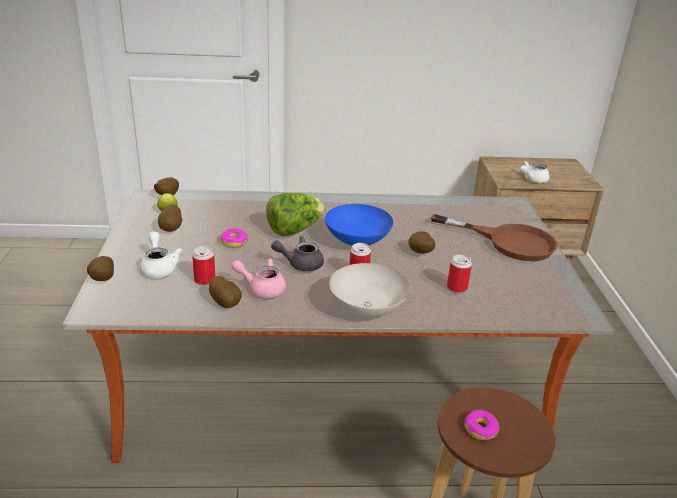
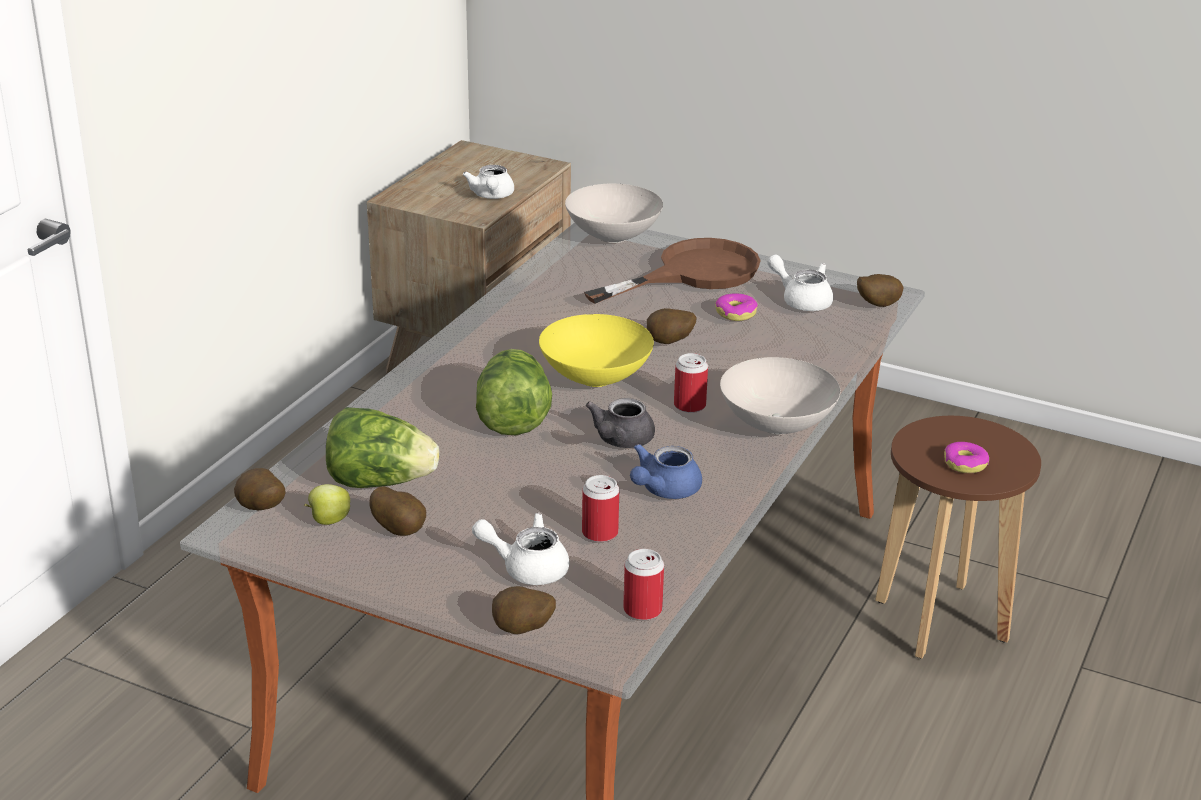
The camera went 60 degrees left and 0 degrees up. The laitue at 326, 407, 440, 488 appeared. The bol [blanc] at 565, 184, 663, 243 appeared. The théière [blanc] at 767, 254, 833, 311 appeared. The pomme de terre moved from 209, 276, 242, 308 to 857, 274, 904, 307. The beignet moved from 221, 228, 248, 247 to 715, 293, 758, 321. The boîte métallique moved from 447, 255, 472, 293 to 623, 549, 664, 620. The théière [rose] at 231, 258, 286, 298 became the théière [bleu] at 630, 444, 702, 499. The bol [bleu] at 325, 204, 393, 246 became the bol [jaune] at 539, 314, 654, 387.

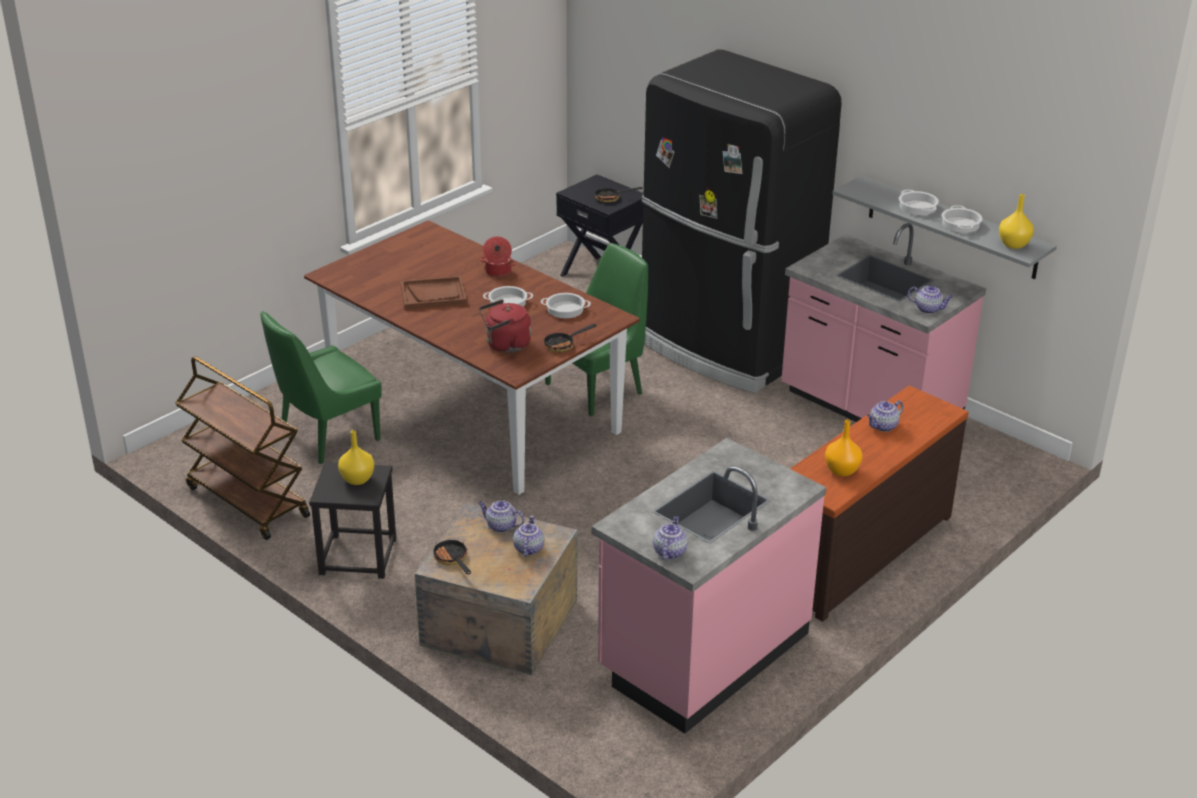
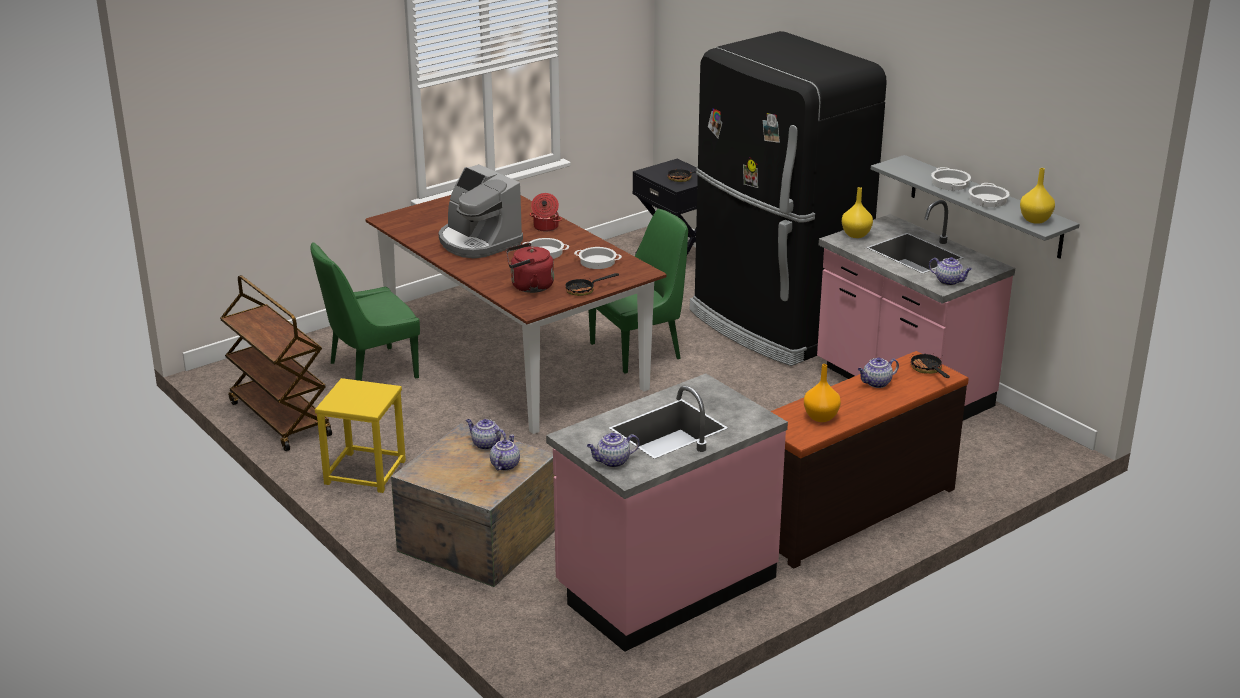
The camera went 10 degrees right and 5 degrees down. The vase [jaune] moved from 338, 430, 374, 485 to 842, 187, 873, 238. The poêle moved from 431, 539, 471, 574 to 909, 354, 950, 378. The plateau [marron] at 400, 276, 467, 310 was replaced by the machine à café at 438, 164, 523, 258. The tabouret [noir] at 309, 462, 396, 579 became the tabouret [jaune] at 315, 378, 406, 493. The théière at 653, 516, 688, 560 turned 135 degrees counterclockwise.

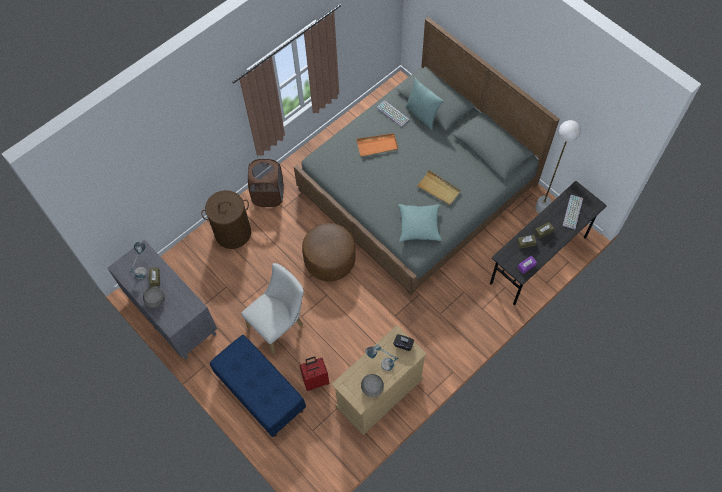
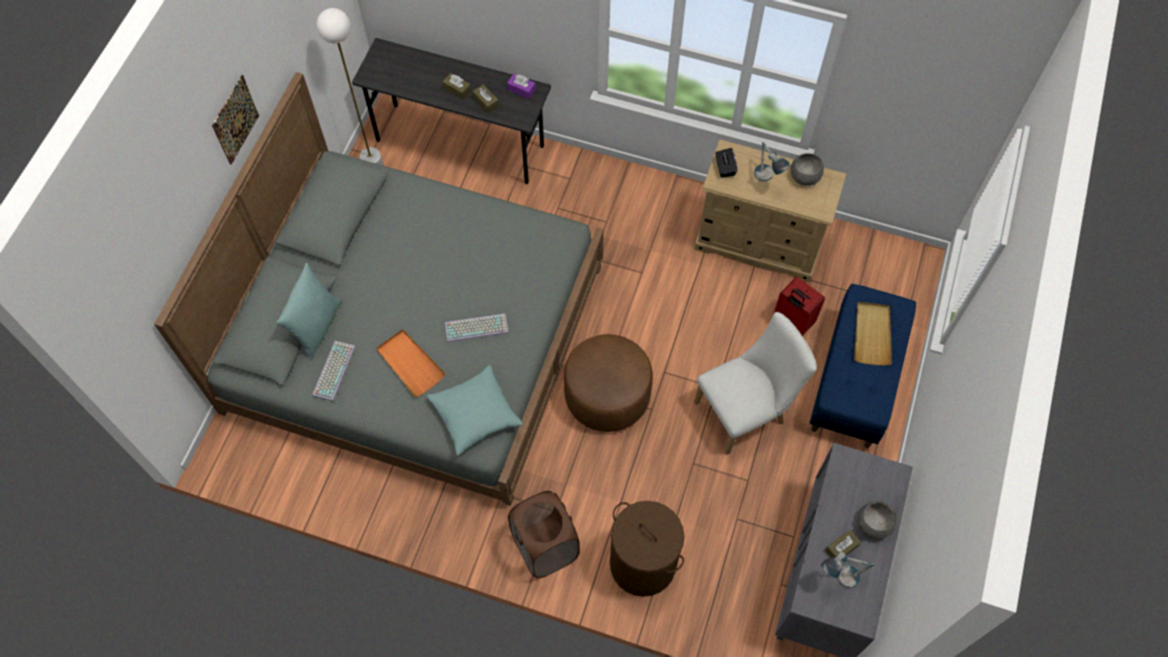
The camera went 120 degrees left and 0 degrees up. The tableau at 212, 75, 259, 165 appeared. The coussin [turquoise] moved from 398, 204, 442, 242 to 427, 365, 523, 455. The plateau [beige] moved from 416, 170, 461, 206 to 854, 302, 892, 366. The clavier moved from 562, 195, 583, 229 to 445, 314, 508, 342. The chaise [blanc] at 241, 263, 304, 354 turned 135 degrees clockwise.

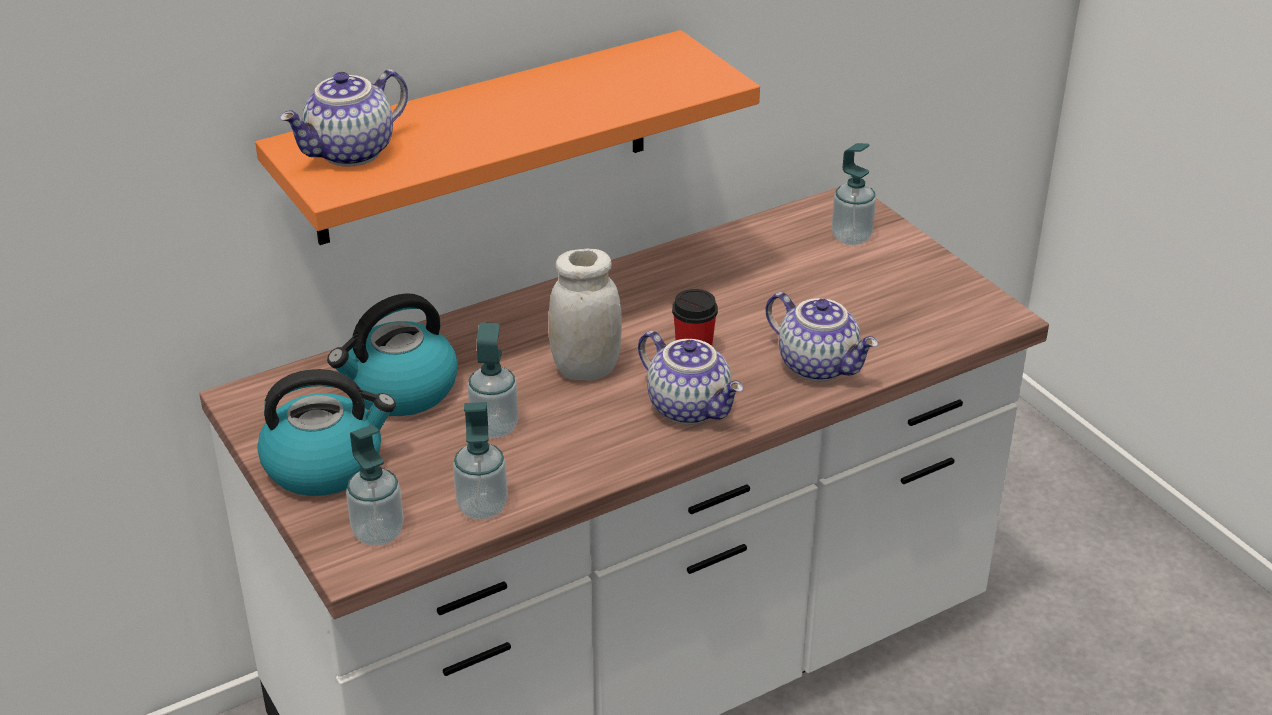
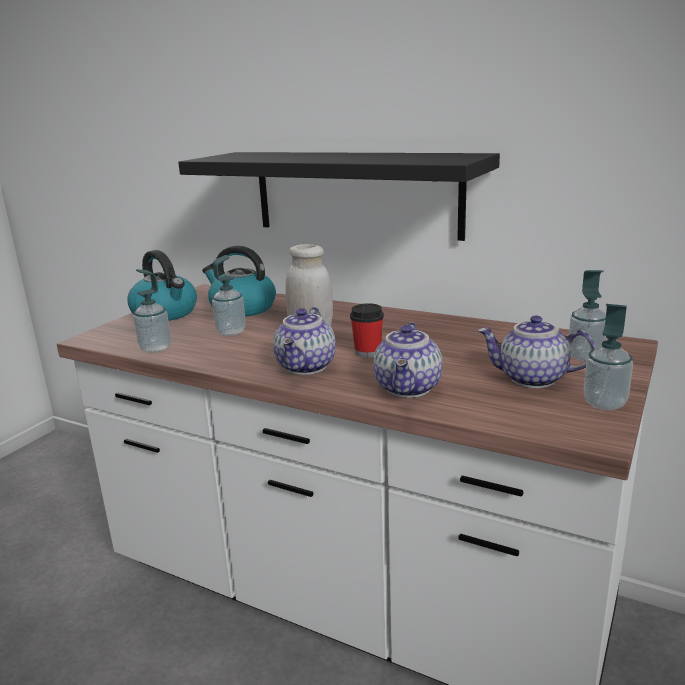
The camera went 60 degrees right and 15 degrees down. The théière moved from 279, 69, 408, 167 to 477, 315, 595, 388. The distributeur de savon moved from 346, 425, 404, 546 to 584, 304, 633, 411. The étagère [orange] at 255, 30, 760, 245 became the étagère [noir] at 178, 152, 500, 241.

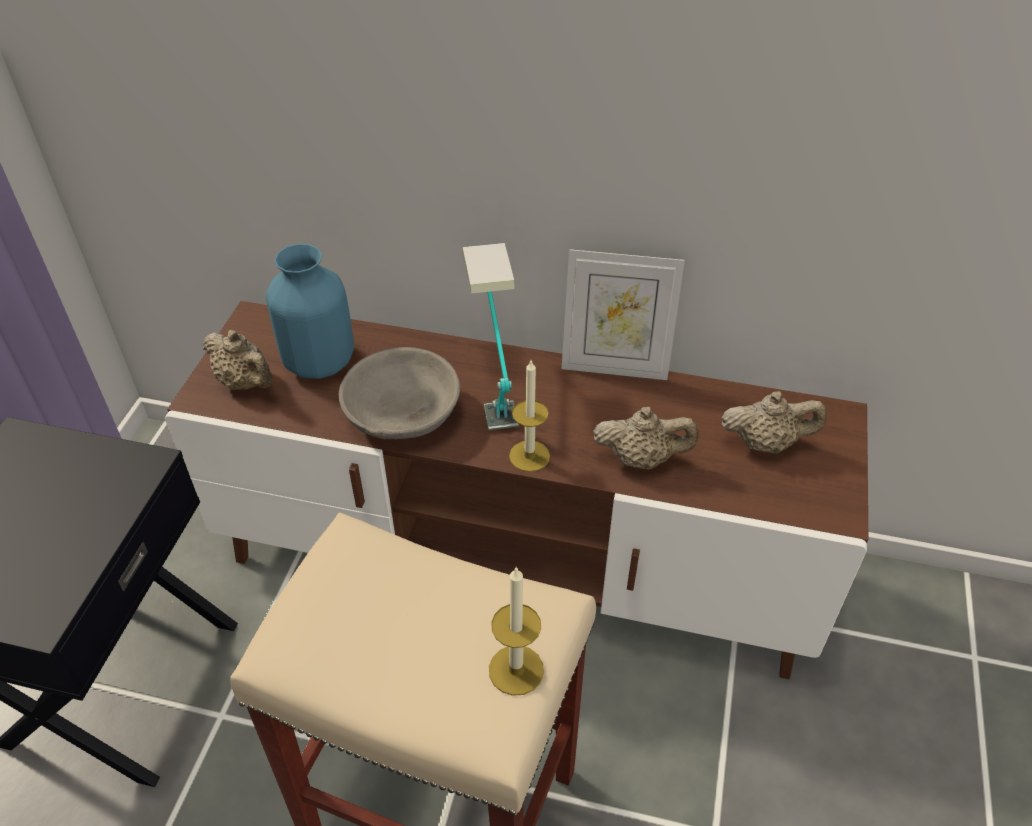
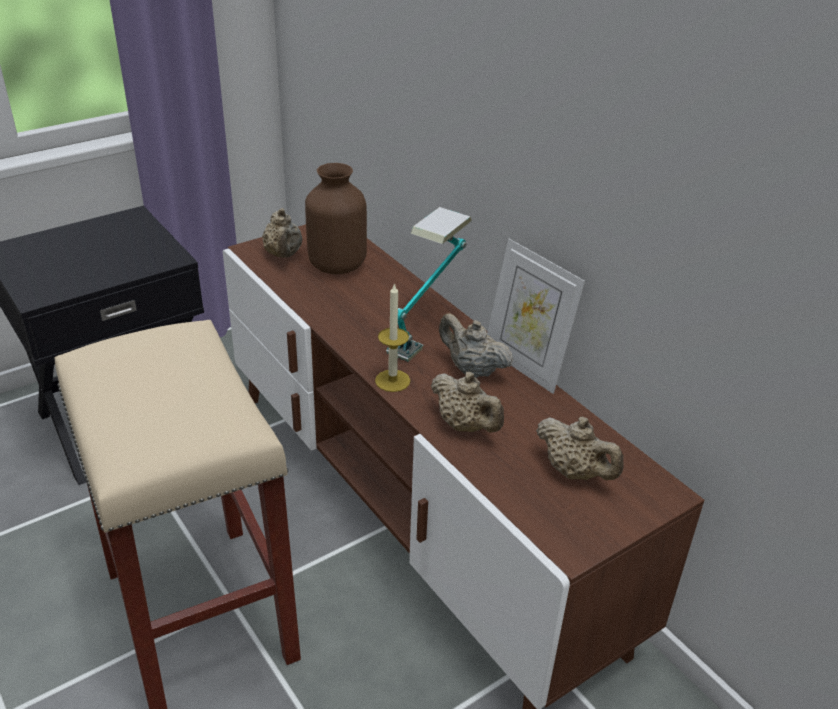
The camera went 40 degrees right and 10 degrees down. The bol [gris] at 339, 347, 460, 440 disappeared. The bougie at 489, 566, 544, 696 disappeared. The théière [beige] at 439, 313, 513, 378 appeared. The vase [bleu] at 266, 244, 354, 379 became the vase [marron] at 305, 163, 367, 275.

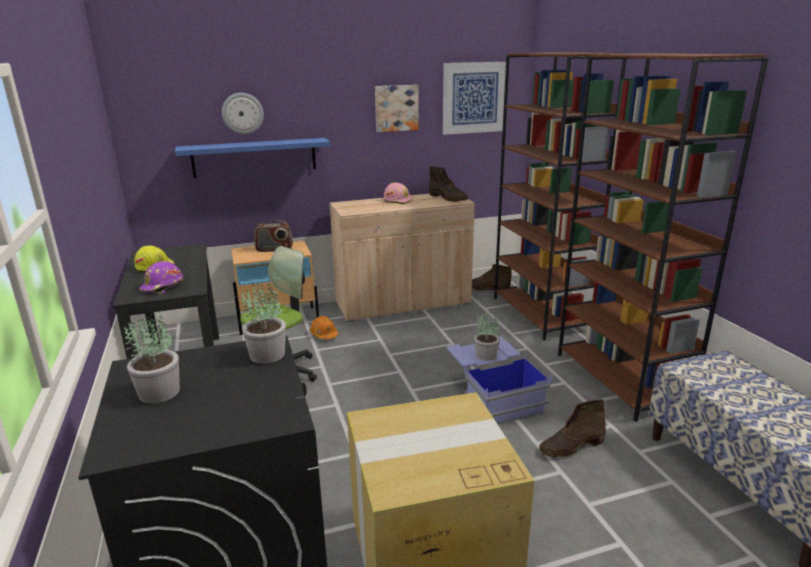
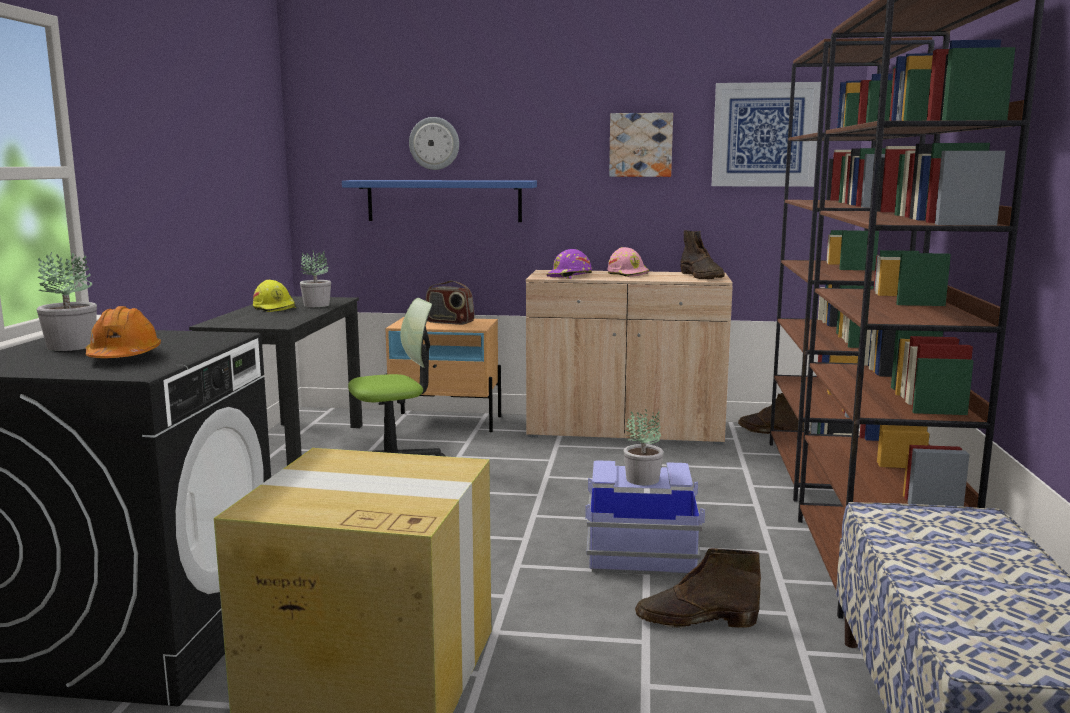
The camera went 25 degrees right and 10 degrees down. The casque de chantier [violet] moved from 139, 261, 184, 294 to 547, 249, 592, 279. The plante en pot moved from 241, 280, 286, 364 to 300, 249, 331, 307. The casque de chantier [orange] moved from 310, 316, 339, 339 to 86, 306, 161, 358.

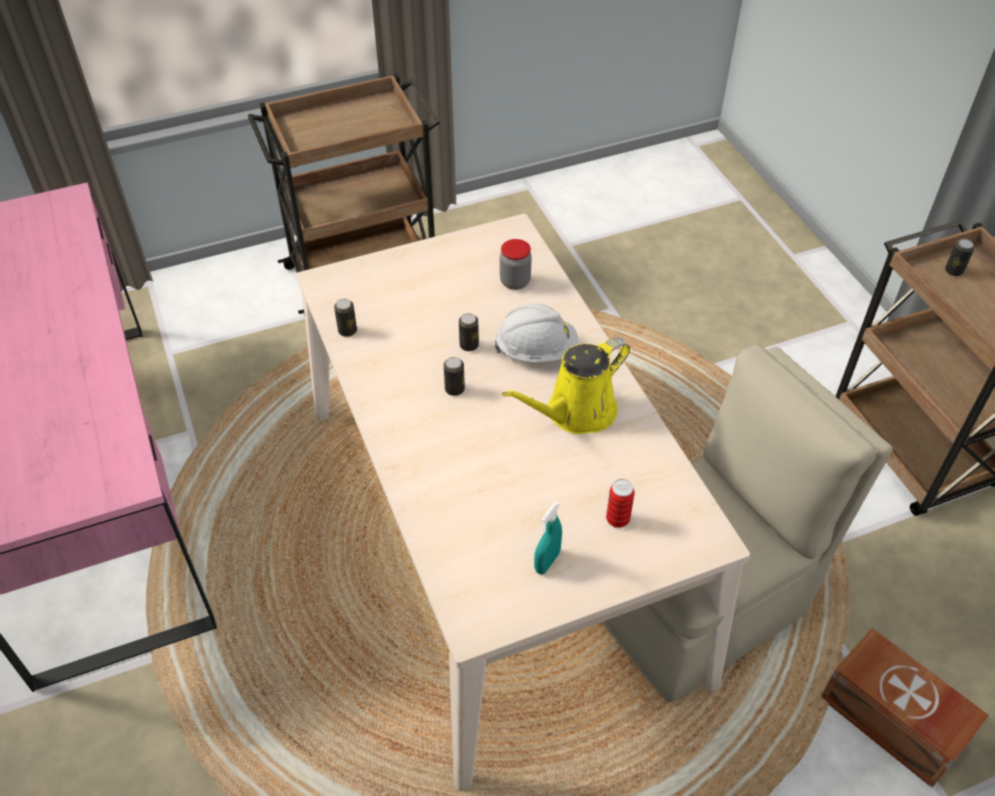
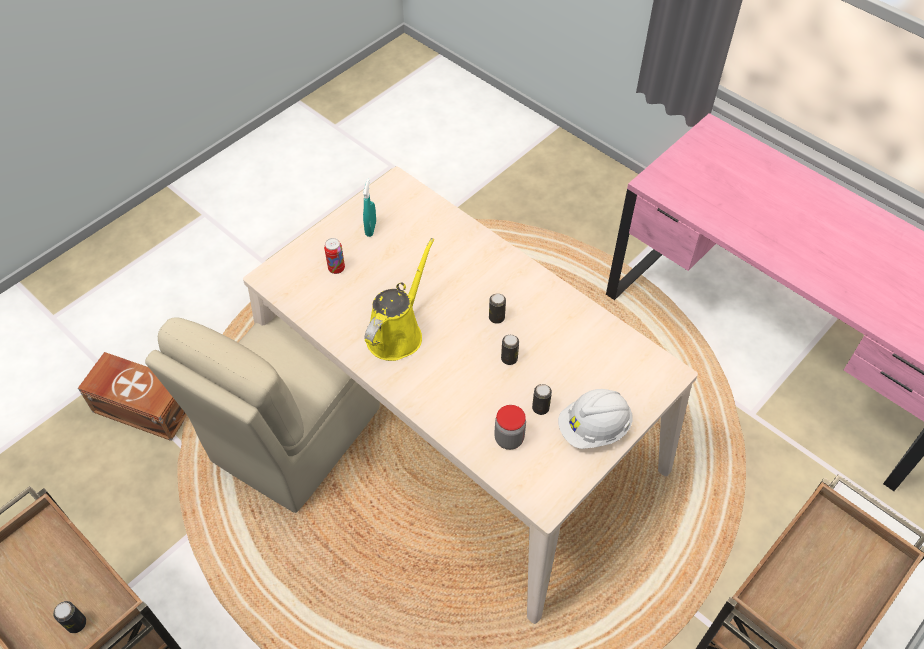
The camera went 155 degrees right and 5 degrees up. The boîte métallique moved from 334, 299, 357, 337 to 532, 384, 552, 415. The casque de chantier [blanc] moved from 495, 304, 579, 362 to 558, 389, 633, 449.

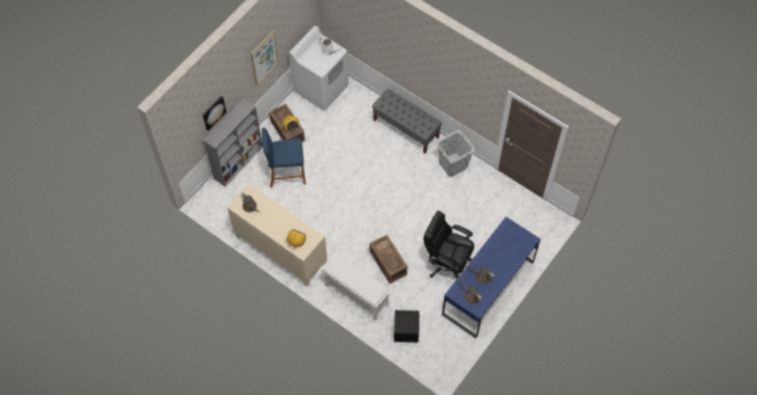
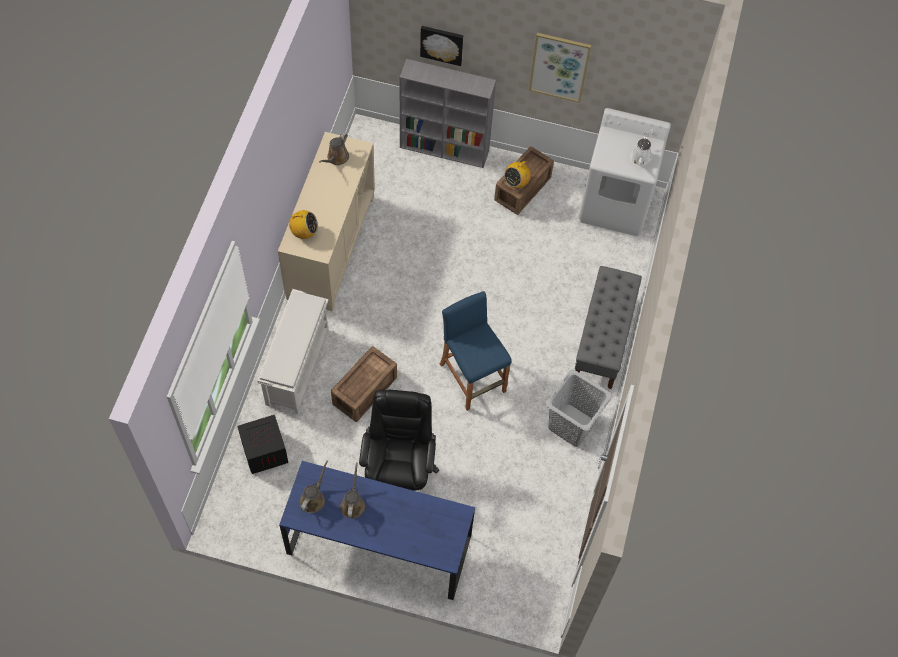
The camera went 65 degrees right and 0 degrees up. The tabouret [bleu] moved from 262, 128, 306, 188 to 440, 291, 512, 411.

